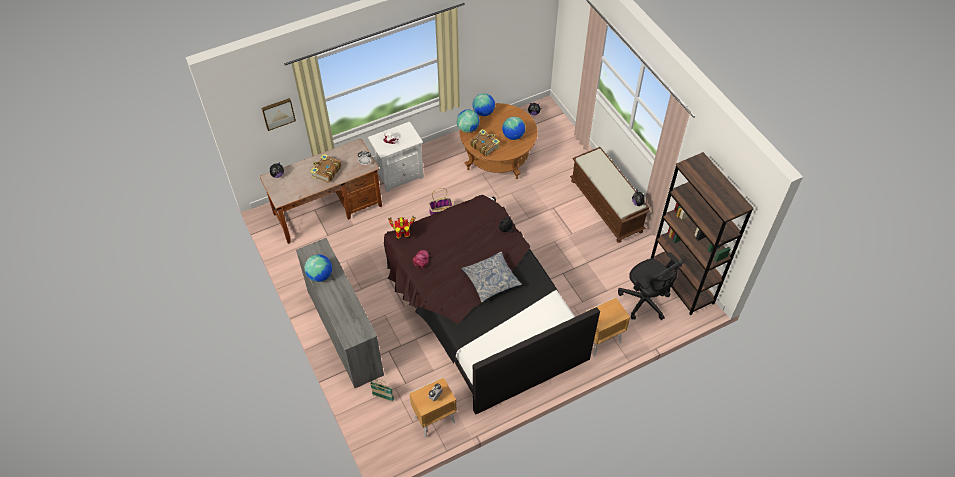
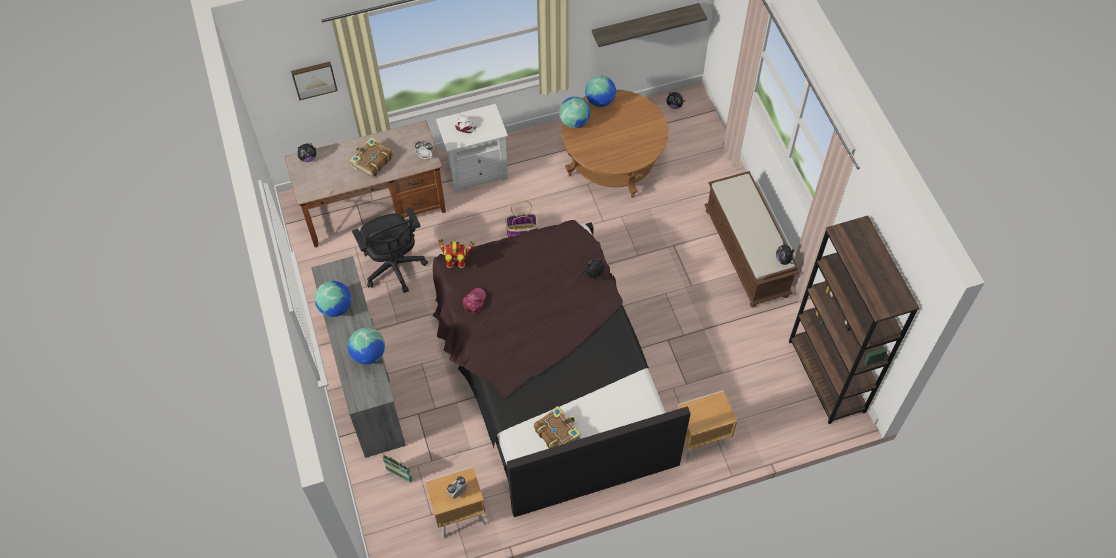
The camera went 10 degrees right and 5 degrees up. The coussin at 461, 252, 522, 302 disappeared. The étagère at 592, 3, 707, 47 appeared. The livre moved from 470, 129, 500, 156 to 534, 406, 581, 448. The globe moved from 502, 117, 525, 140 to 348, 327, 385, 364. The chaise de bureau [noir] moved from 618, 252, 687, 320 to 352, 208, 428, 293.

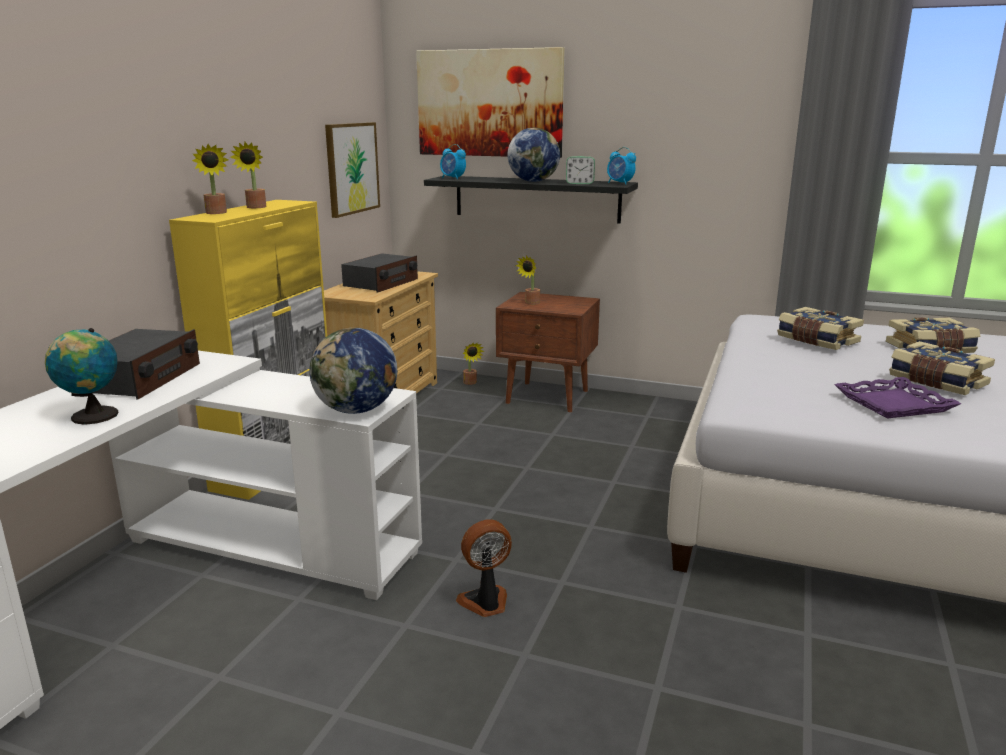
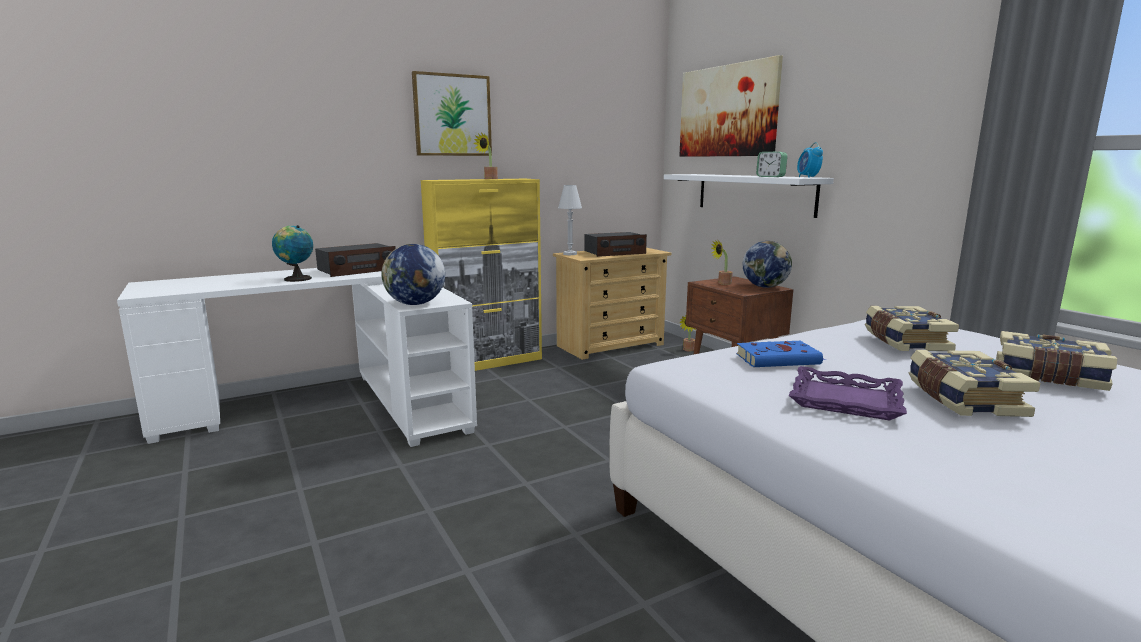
The camera went 40 degrees right and 5 degrees down. The plante en pot at 192, 144, 228, 214 disappeared. The réveil at 440, 144, 466, 179 disappeared. The ventilateur at 456, 519, 512, 617 disappeared. The lampe de table [blanc] at 558, 185, 582, 255 appeared. The livre [bleu] at 736, 341, 826, 367 appeared. The tableau moved from 325, 122, 380, 218 to 412, 71, 492, 156. The globe moved from 508, 128, 560, 182 to 743, 241, 792, 288. The étagère [noir] at 424, 176, 638, 224 became the étagère [blanc] at 664, 174, 834, 218.

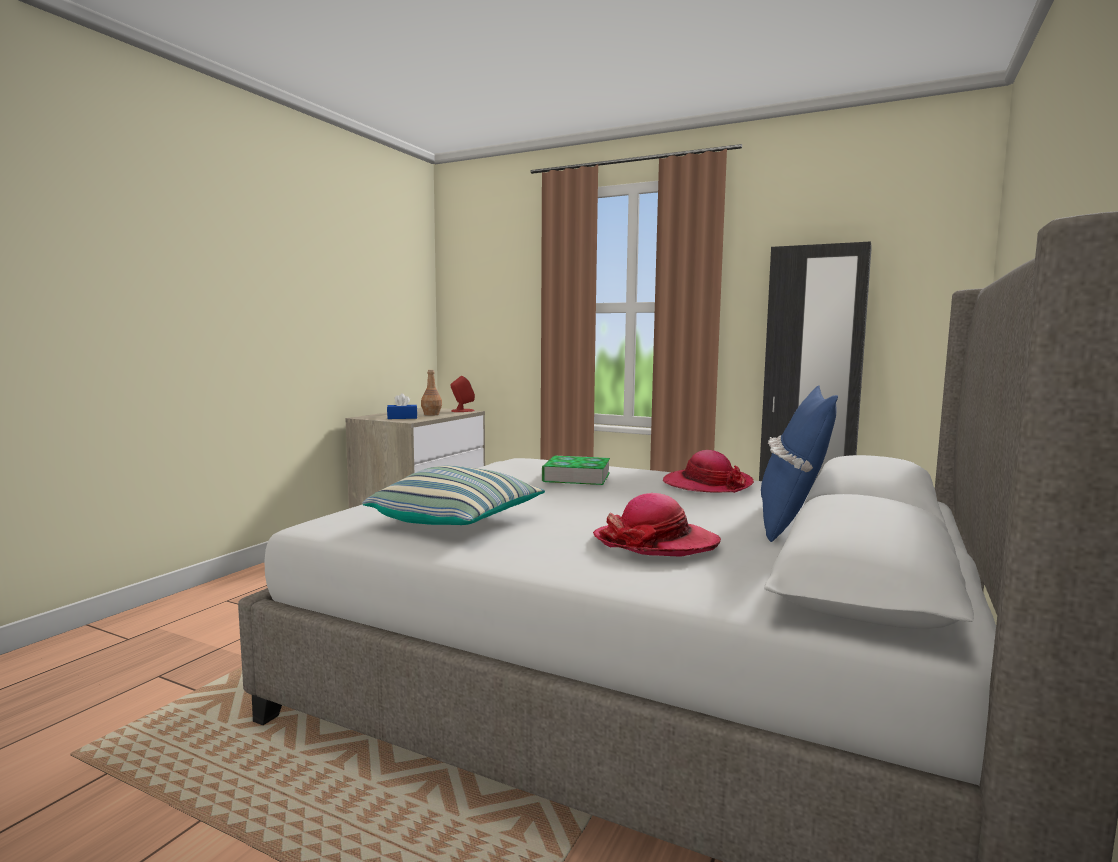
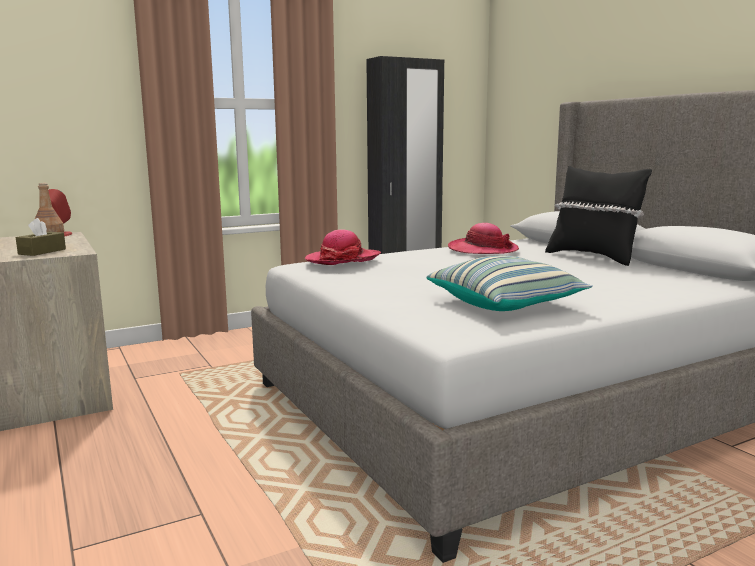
The camera went 55 degrees left and 5 degrees up. The livre at 542, 456, 610, 485 disappeared. The chapeau moved from 593, 493, 721, 557 to 305, 229, 381, 265. The boîte à mouchoirs [bleu] at 387, 393, 417, 419 became the boîte à mouchoirs [marron] at 16, 218, 66, 256. The coussin [bleu] at 761, 385, 838, 542 became the coussin [noir] at 545, 166, 652, 266.

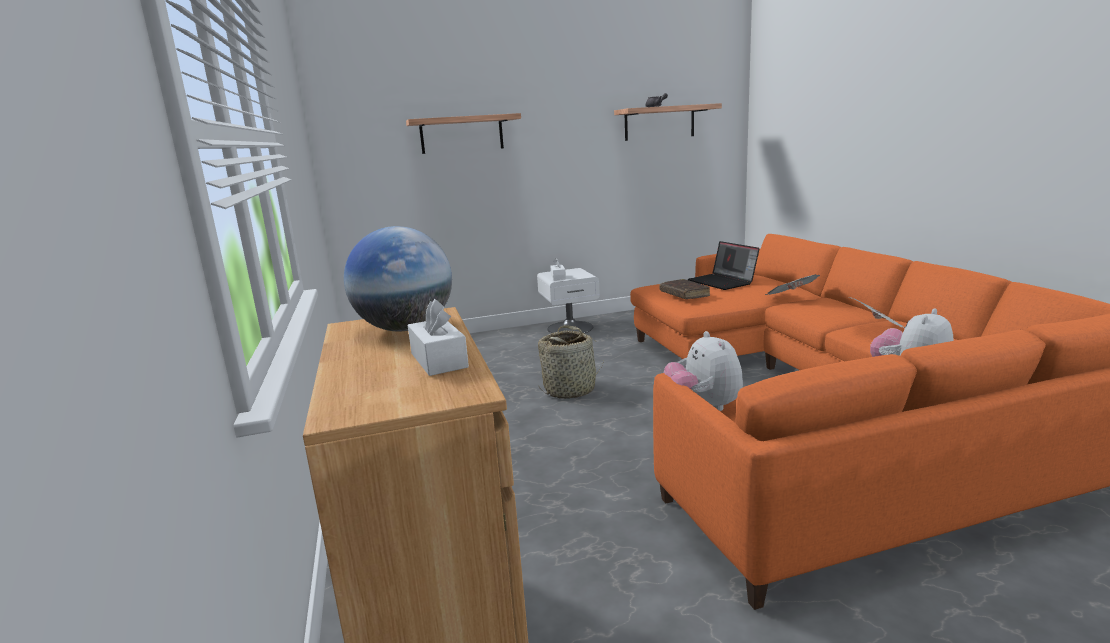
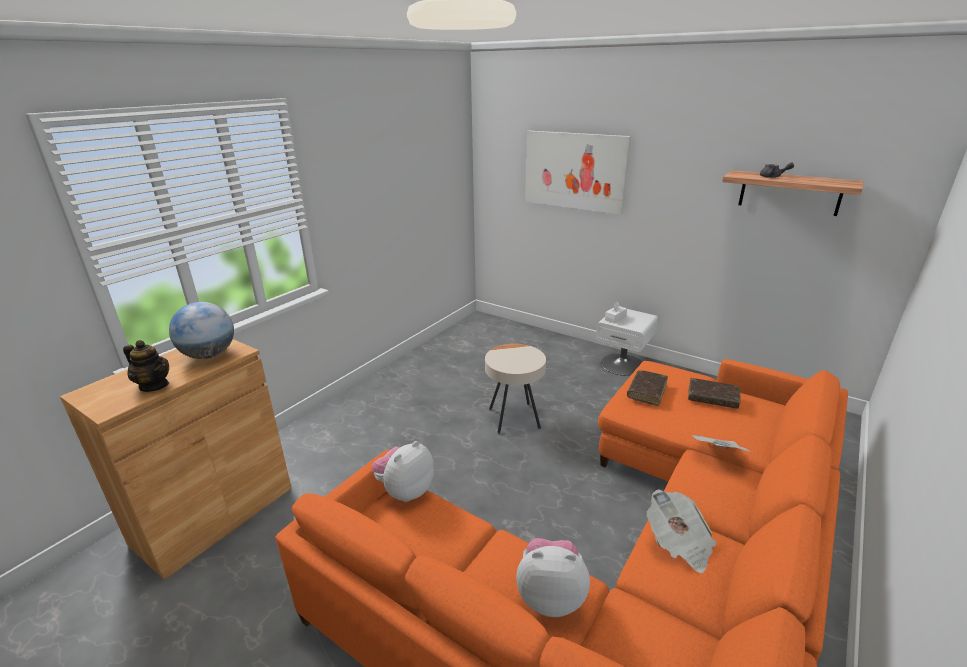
The camera went 50 degrees right and 10 degrees up. The étagère at 406, 113, 521, 154 was replaced by the tableau at 525, 131, 631, 215. The boîte à mouchoirs [blanc] at 408, 299, 469, 376 was replaced by the théière at 123, 340, 169, 392. The panier at 538, 325, 604, 399 was replaced by the table d'appoint [beige] at 485, 344, 546, 434. The ordinateur portable at 688, 241, 760, 290 was replaced by the livre [marron] at 688, 378, 741, 409.

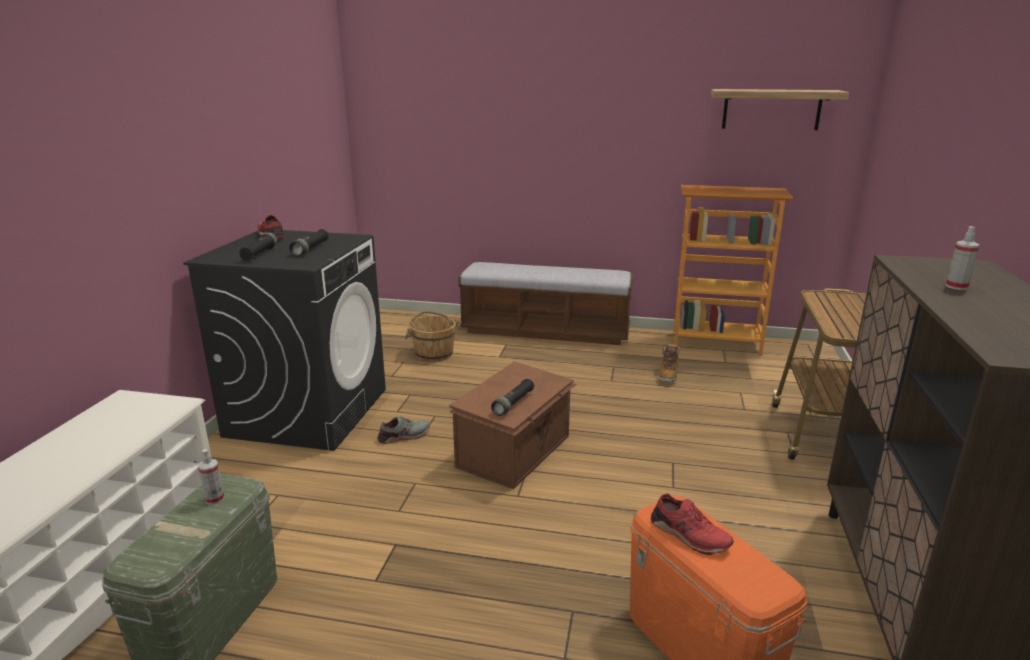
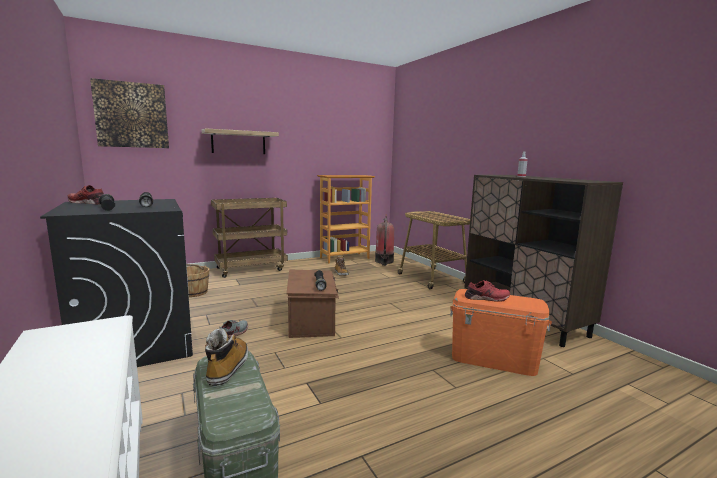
The camera went 40 degrees left and 10 degrees down. The tableau at 90, 78, 169, 148 appeared. The extincteur at 375, 214, 394, 266 appeared. The étagère moved from 711, 89, 850, 130 to 202, 128, 279, 154. The vaporisateur at 198, 449, 224, 505 was replaced by the botte at 205, 328, 248, 386. The banc at 458, 262, 633, 345 was replaced by the chariot [marron] at 211, 198, 288, 278.

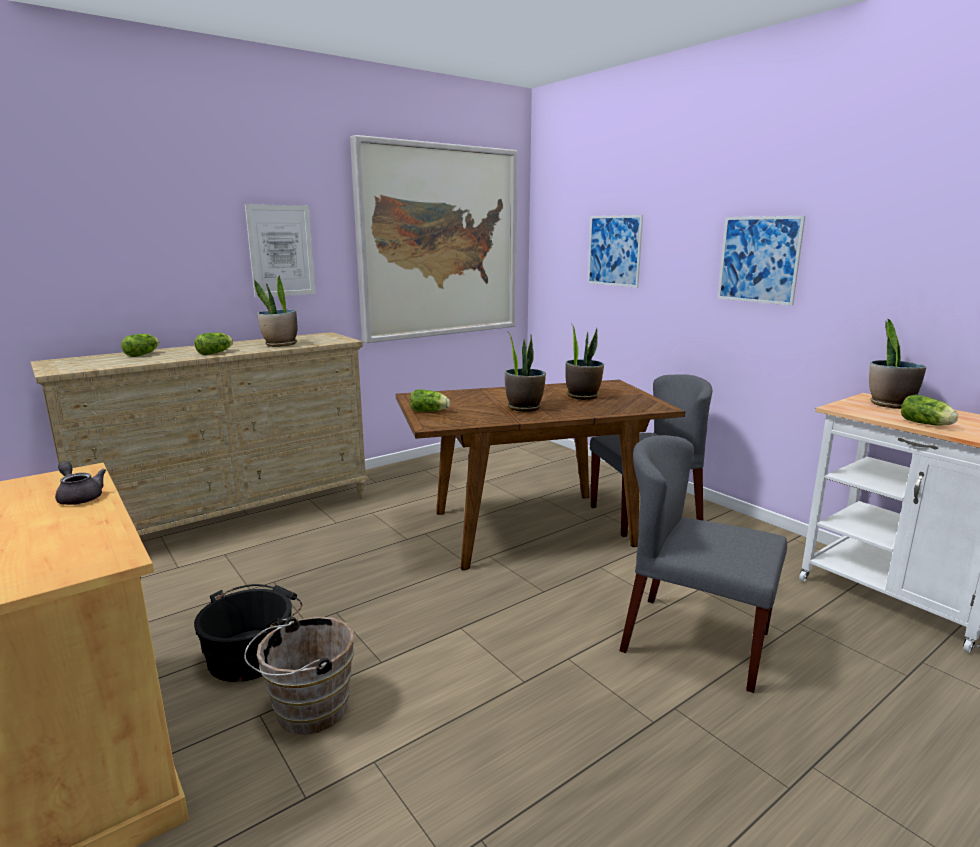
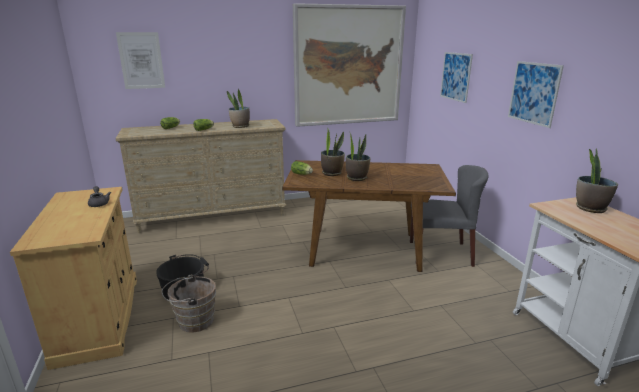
The camera went 20 degrees right and 5 degrees up. The chaise [gris] at 619, 435, 787, 693 disappeared. The laitue at 901, 395, 958, 426 disappeared. The tableau moved from 245, 204, 316, 298 to 116, 32, 165, 89. The plante en pot moved from 565, 325, 604, 400 to 321, 127, 345, 176.

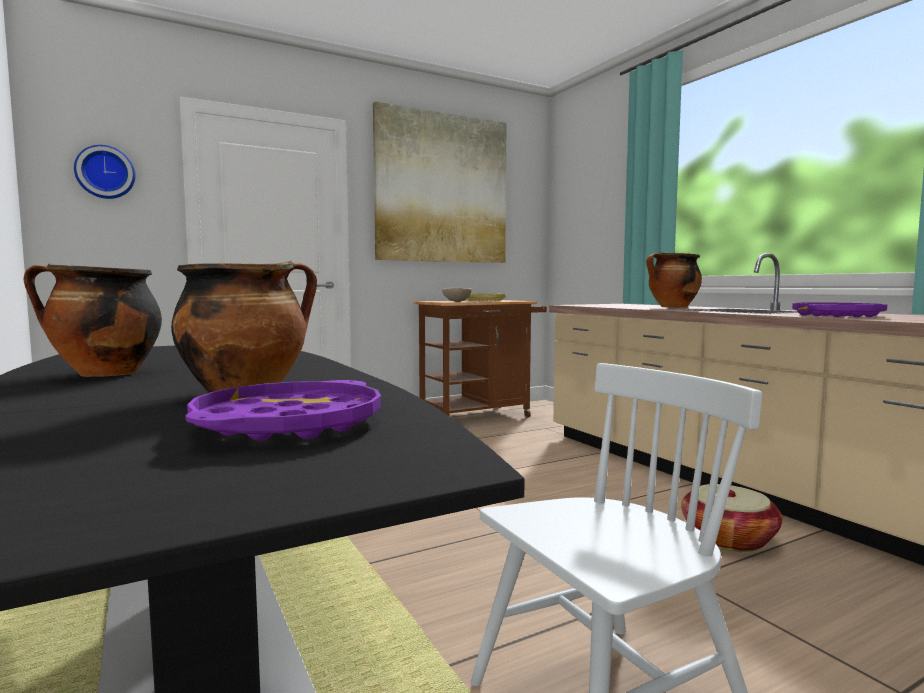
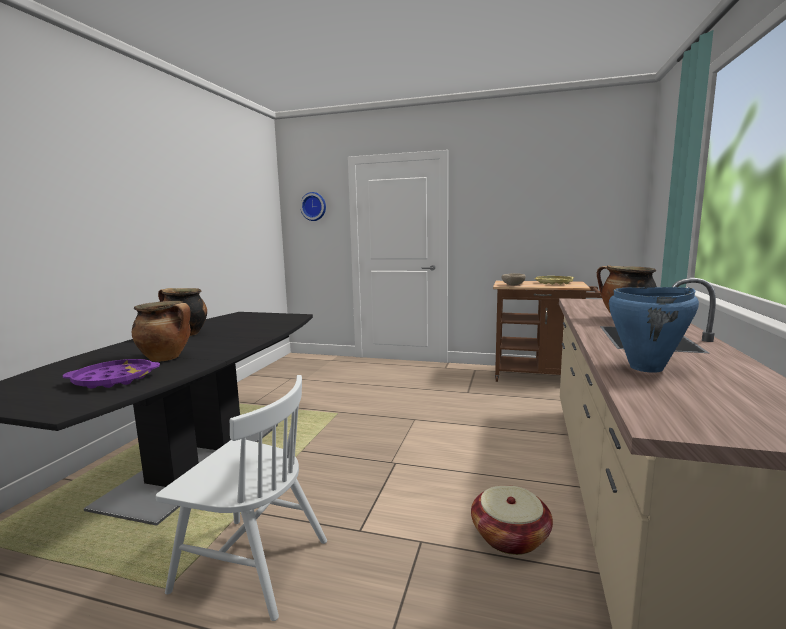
The camera went 45 degrees right and 5 degrees up. The tableau at 373, 101, 506, 263 disappeared. The plateau [violet] at 792, 302, 888, 317 was replaced by the marmite [bleu] at 609, 287, 699, 373.

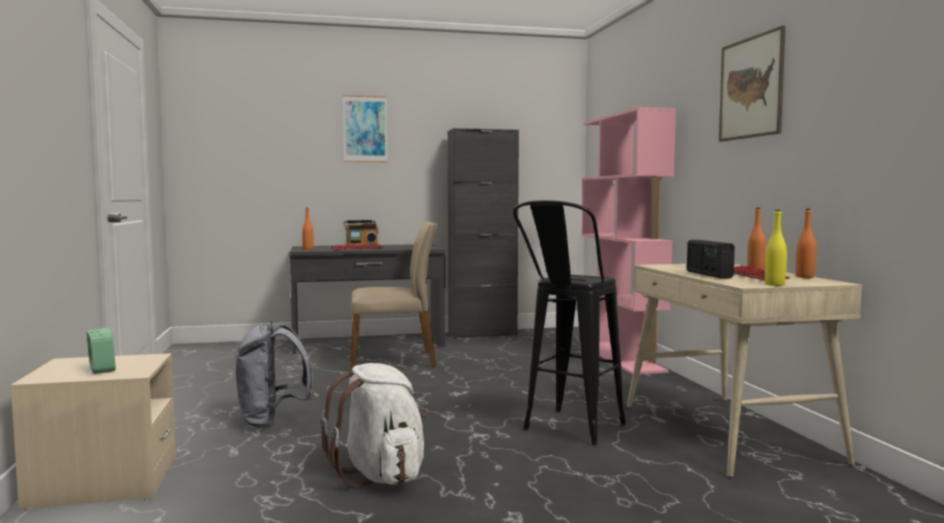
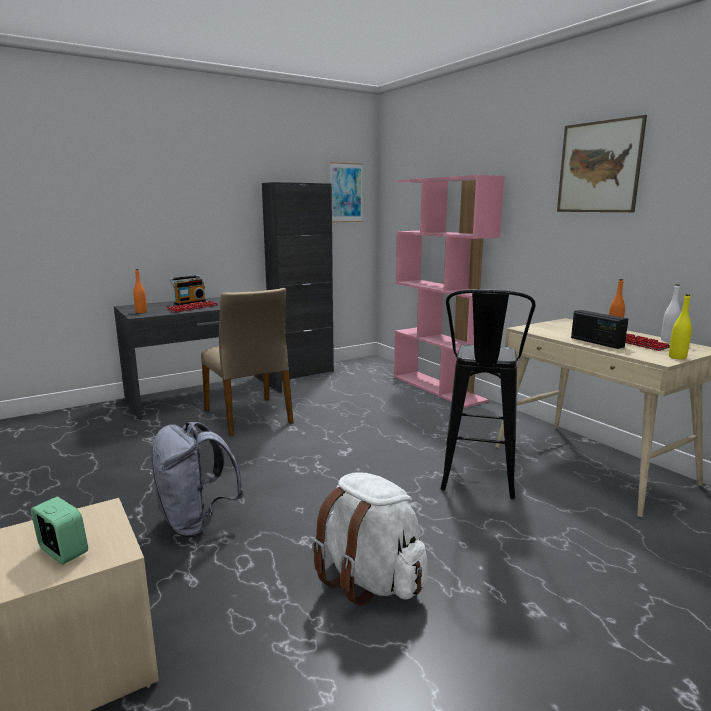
The camera went 20 degrees left and 10 degrees up. The tableau moved from 343, 95, 387, 162 to 330, 162, 363, 222. The bouteille [orange] at 796, 209, 816, 278 became the bouteille [blanc] at 661, 284, 681, 342. The chaise [beige] at 351, 221, 437, 371 turned 90 degrees clockwise.

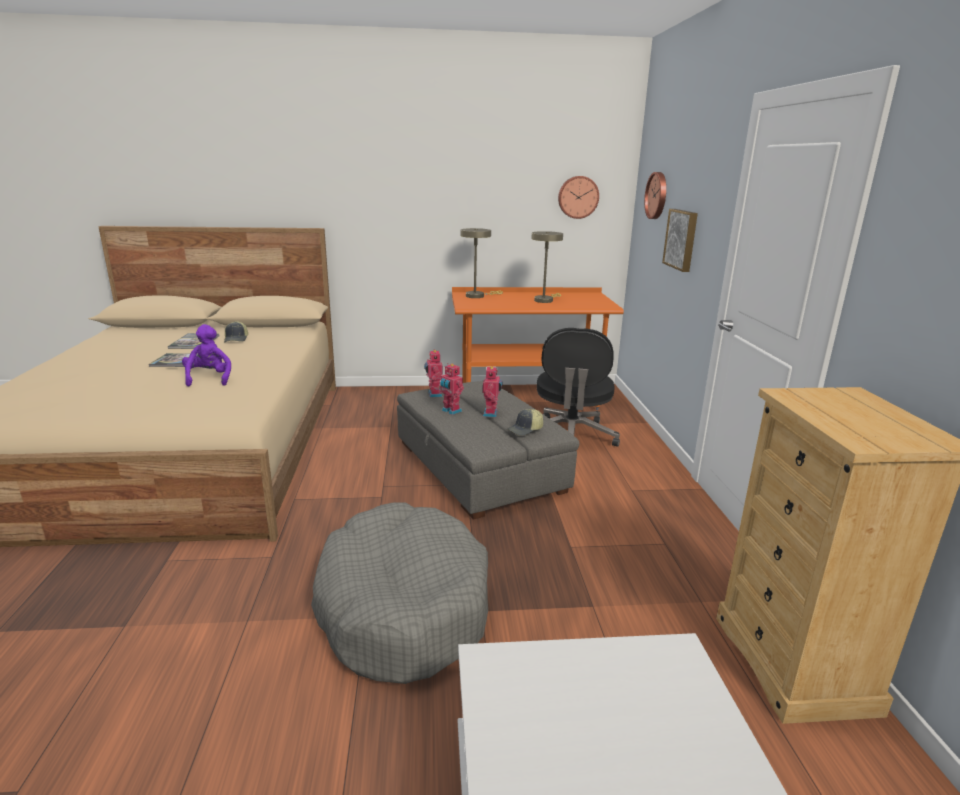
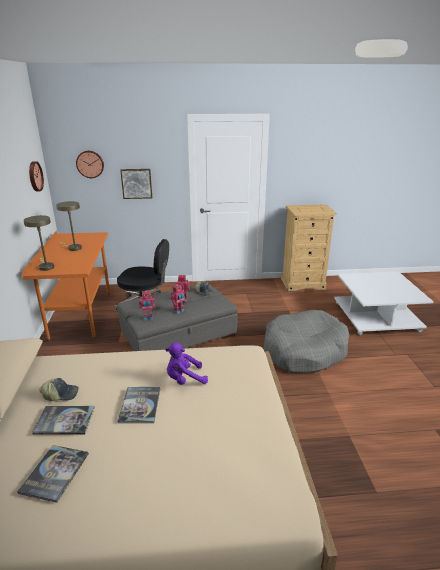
The camera went 90 degrees left and 5 degrees up. The livre at 17, 445, 89, 503 appeared.

